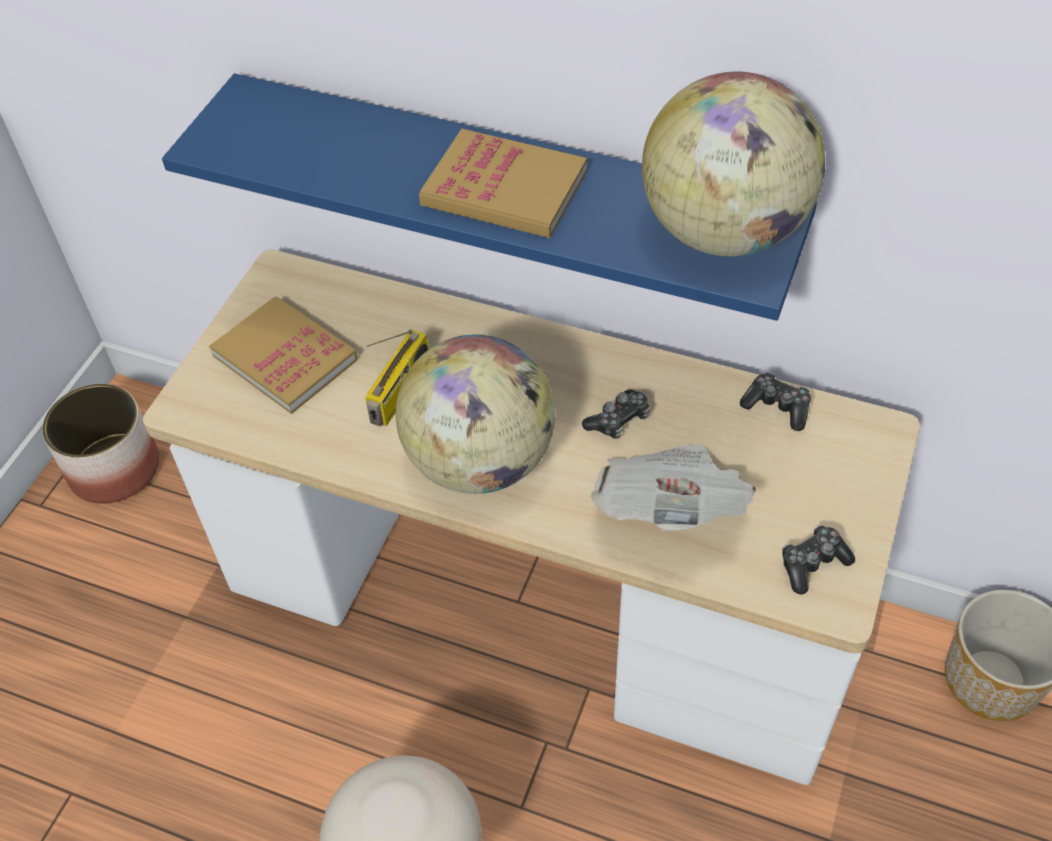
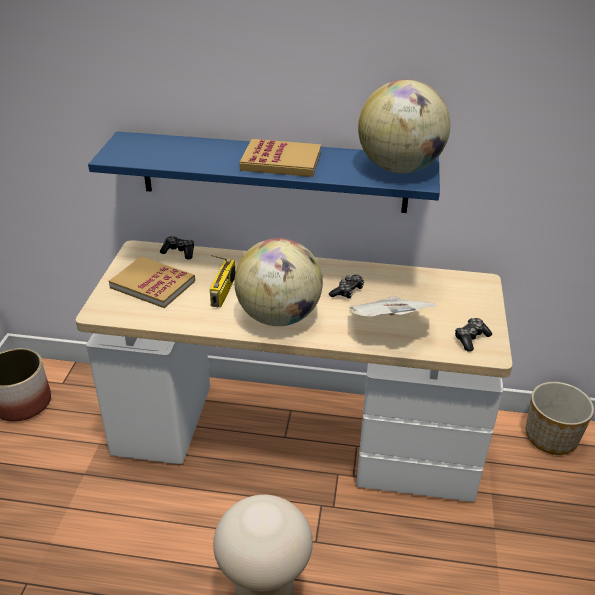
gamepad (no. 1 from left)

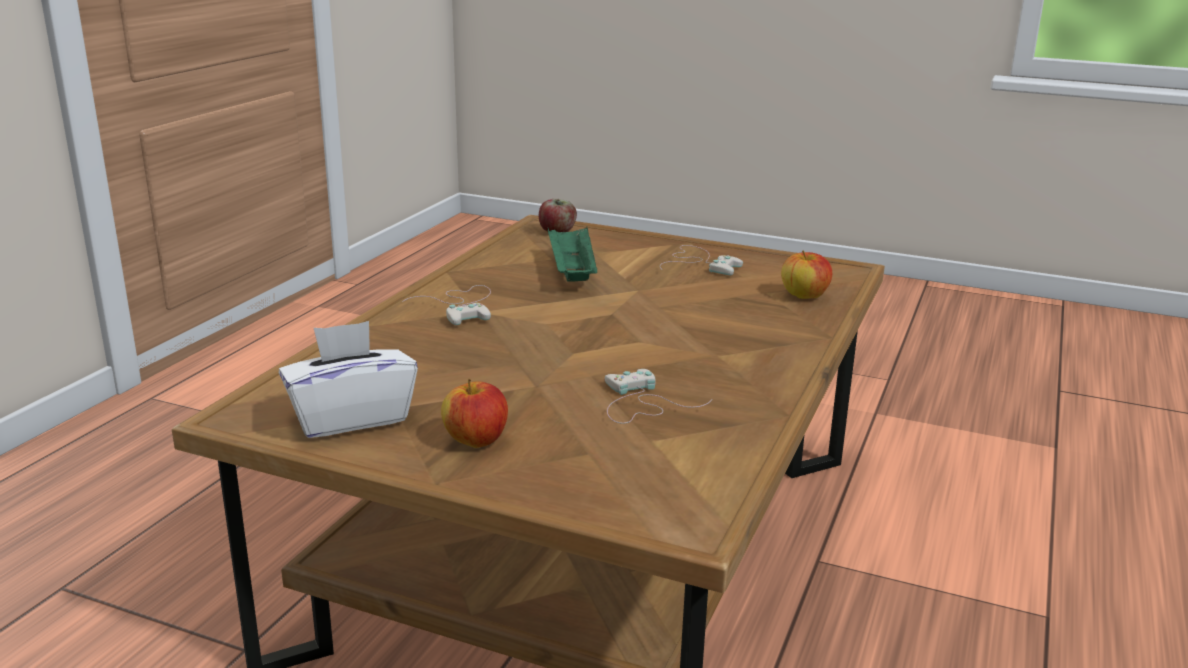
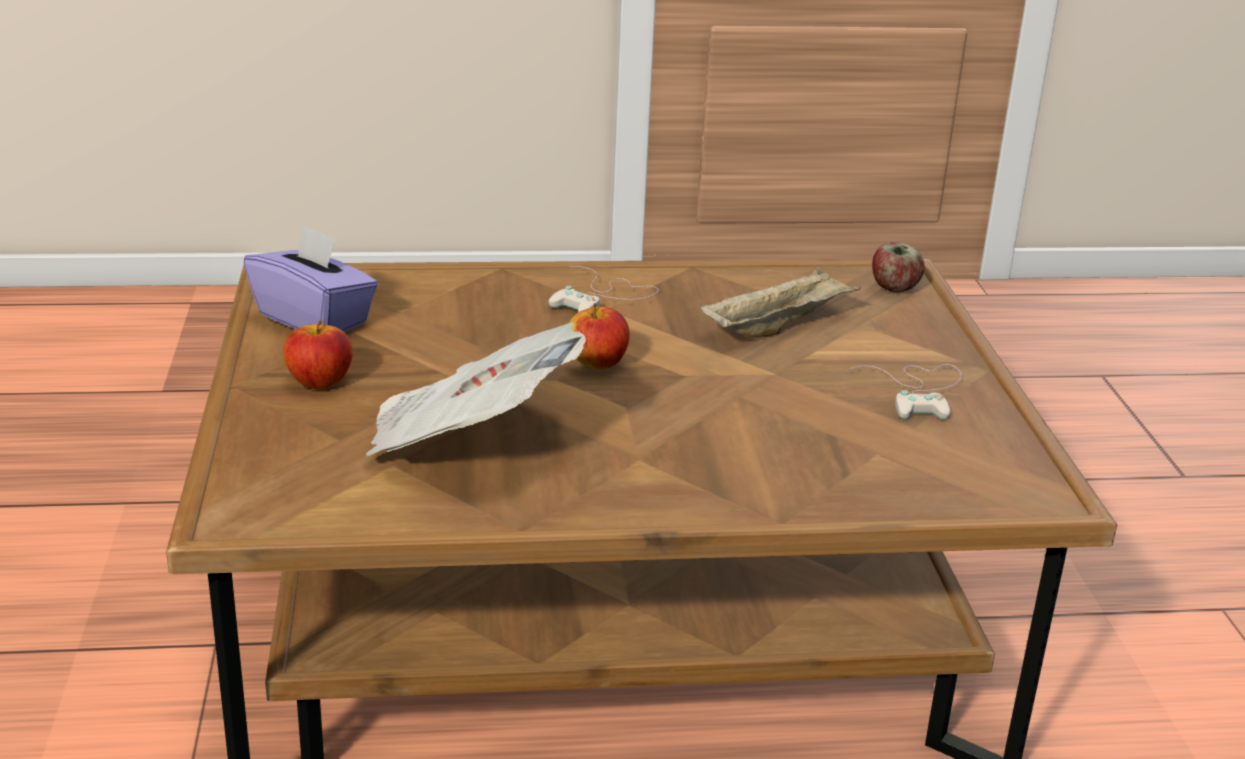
purple-coloured tissue box
newspaper
whole apple (no. 2 from left)
sand-coloured carrying tray

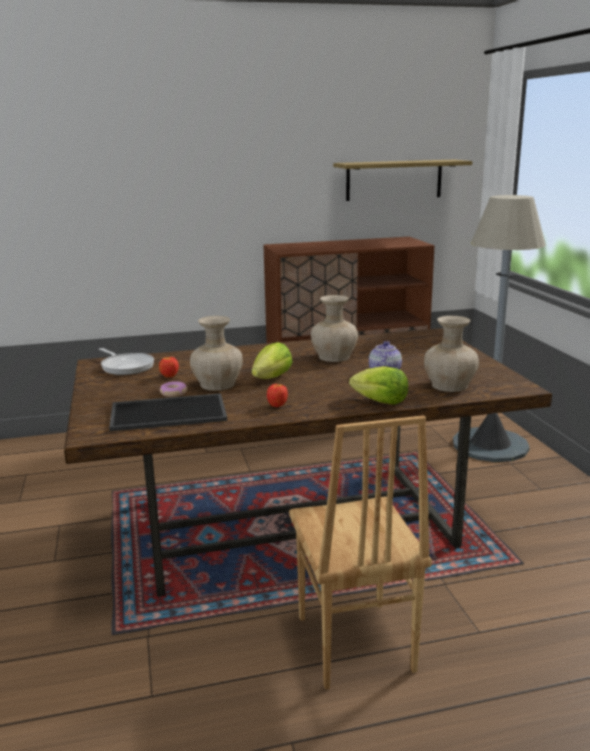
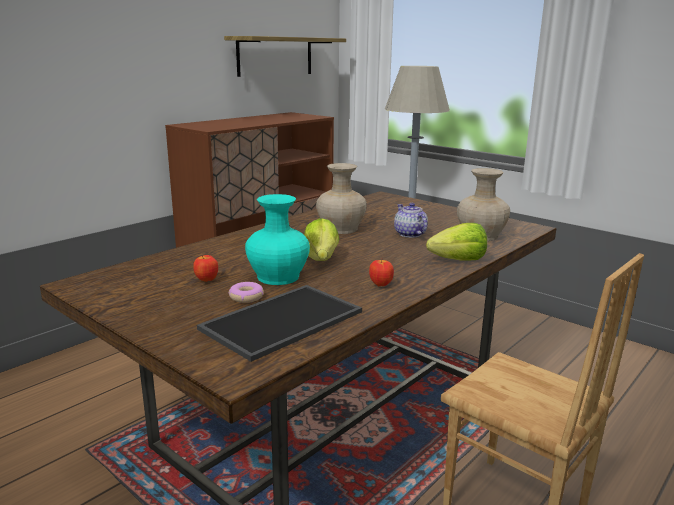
blue-green decorative vase
frying pan

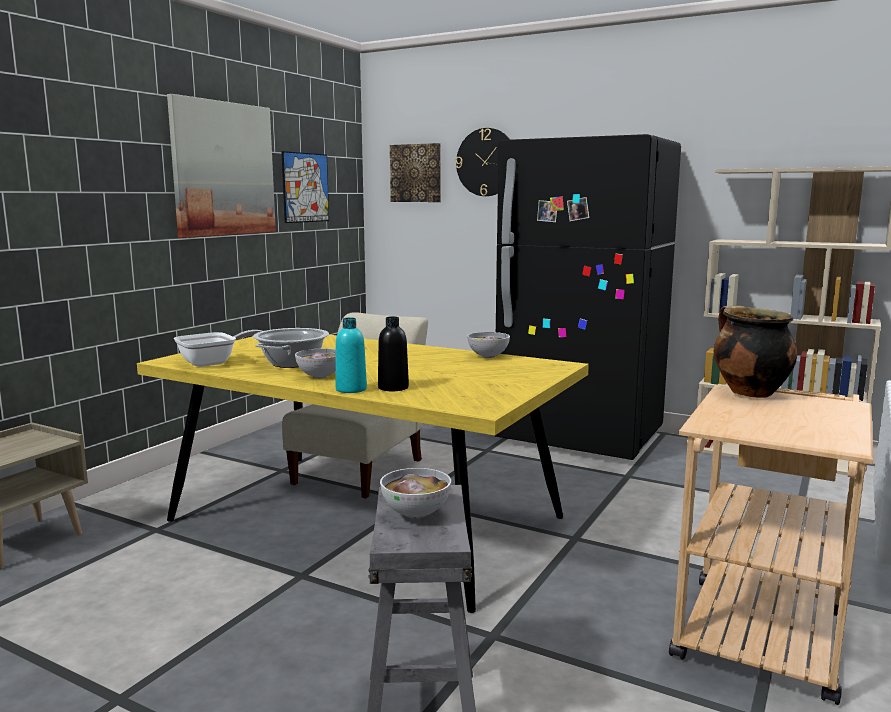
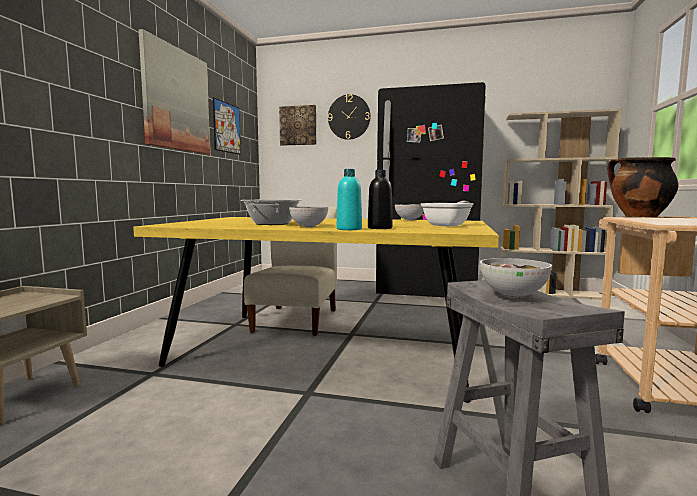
frying pan

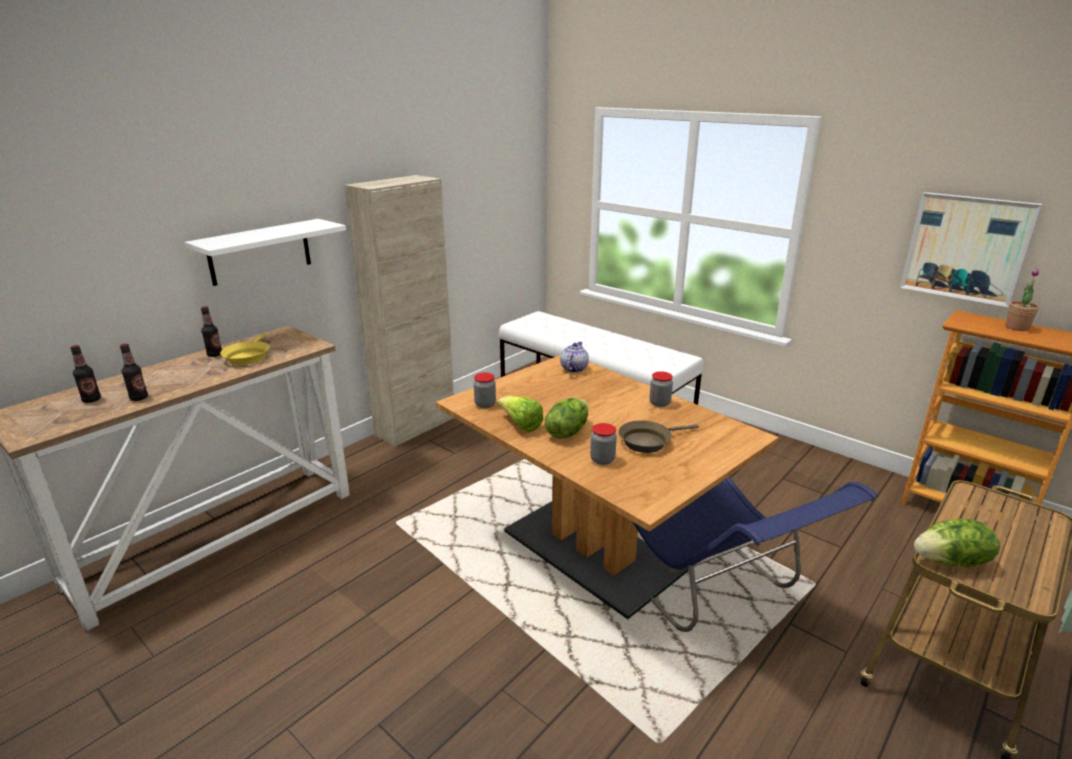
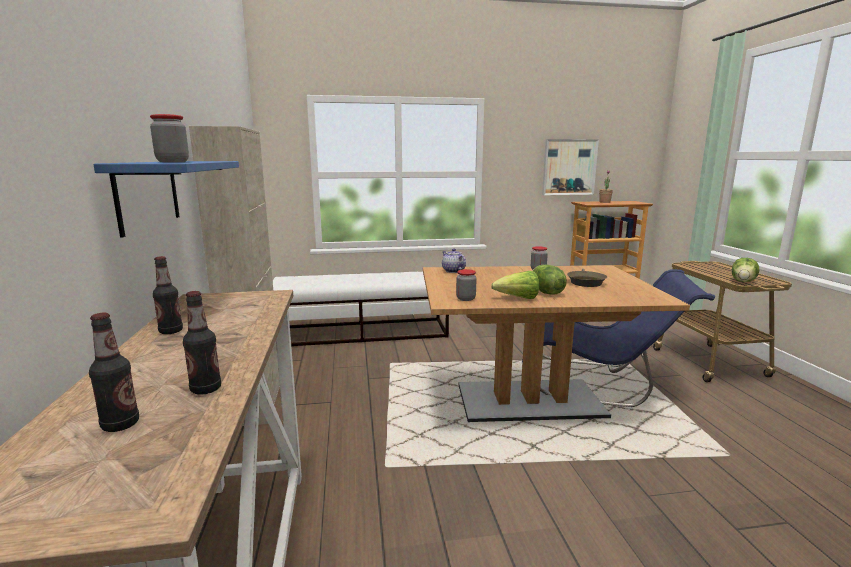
bluish shelf
jar (no. 1 from left)
yellow frying pan

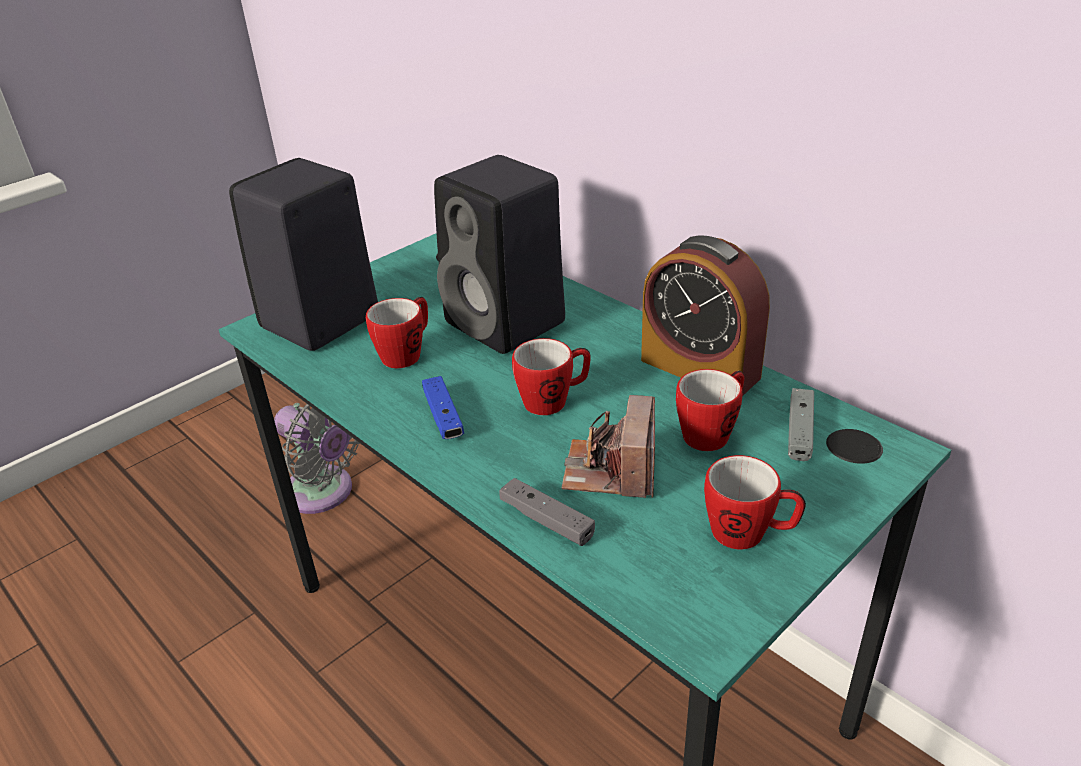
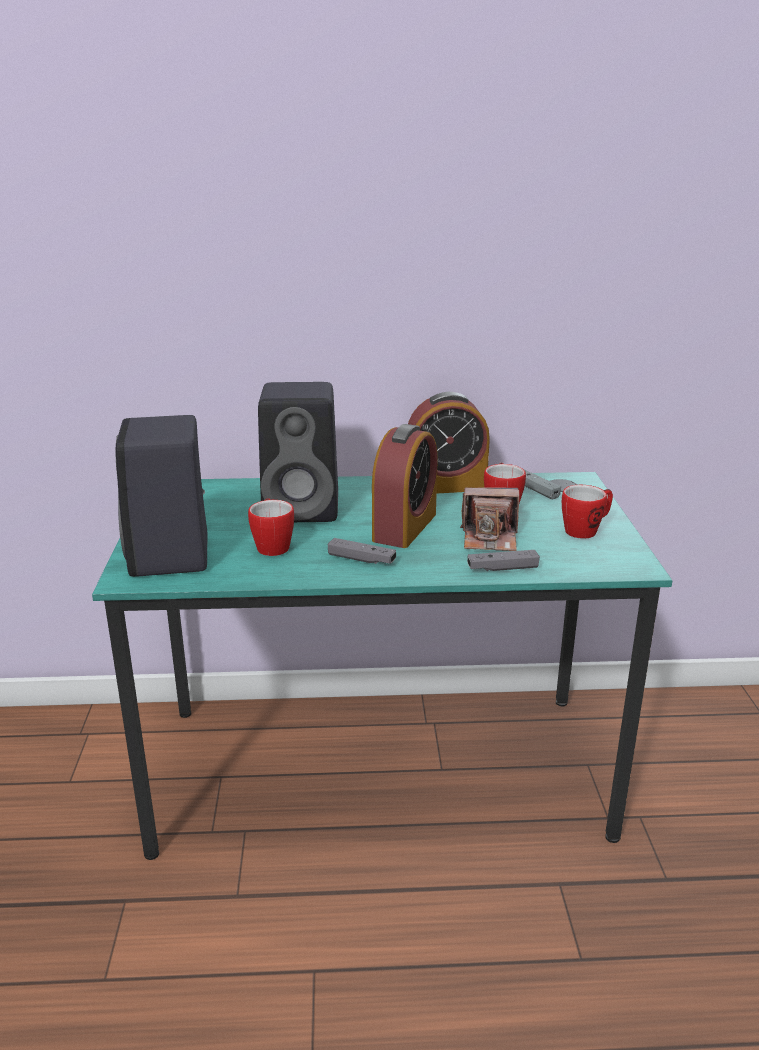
greyish gamepad (no. 1 from left)
alarm clock (no. 1 from left)
still camera
greyish cooling fan

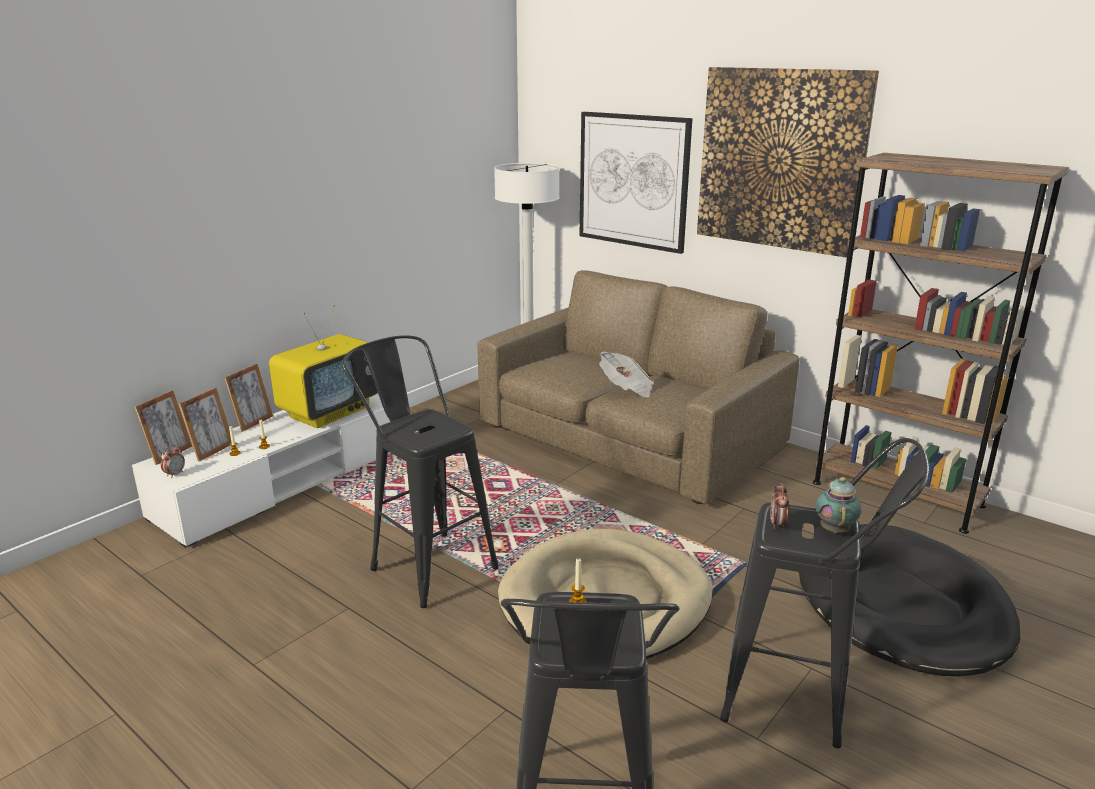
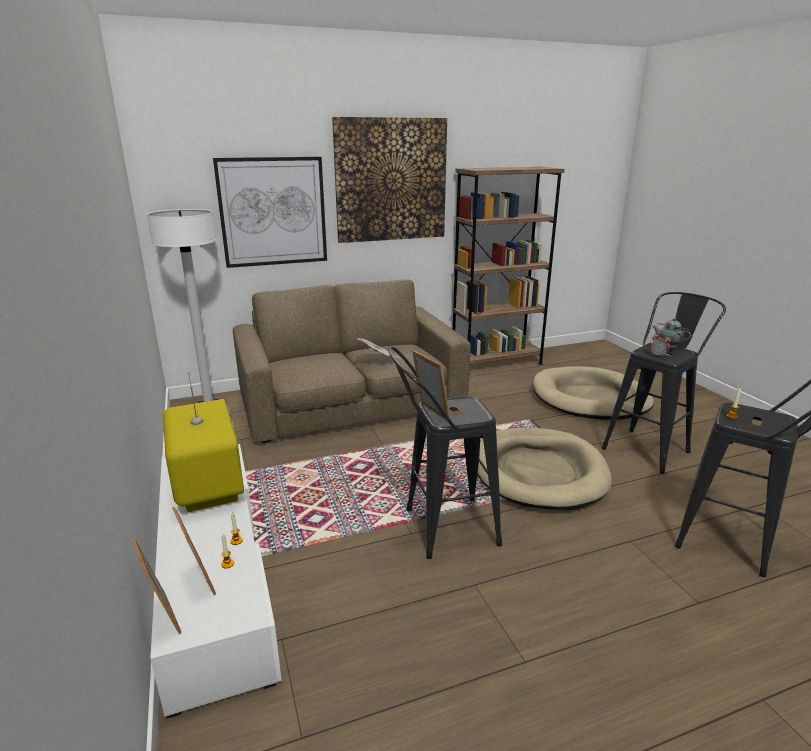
photo frame (no. 3 from left)
sand-coloured dog cushion (no. 2 from left)
alarm clock (no. 1 from left in the first image)

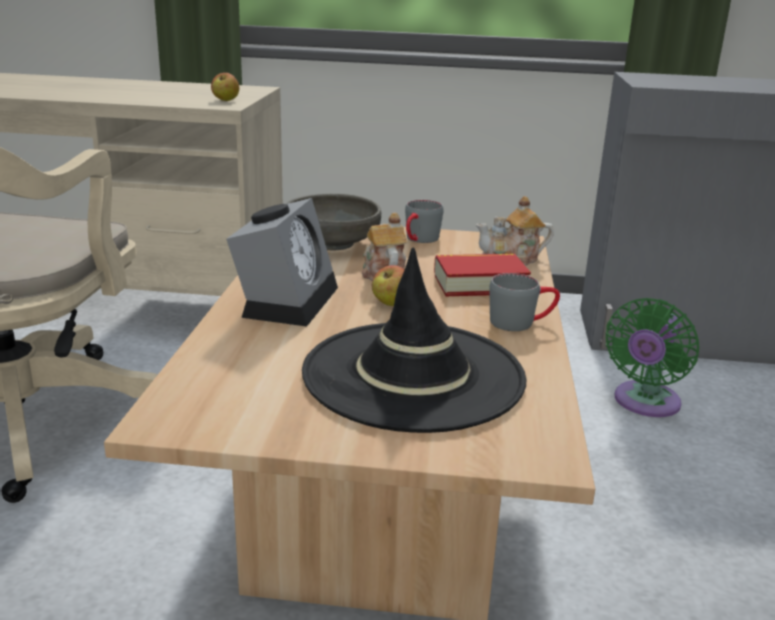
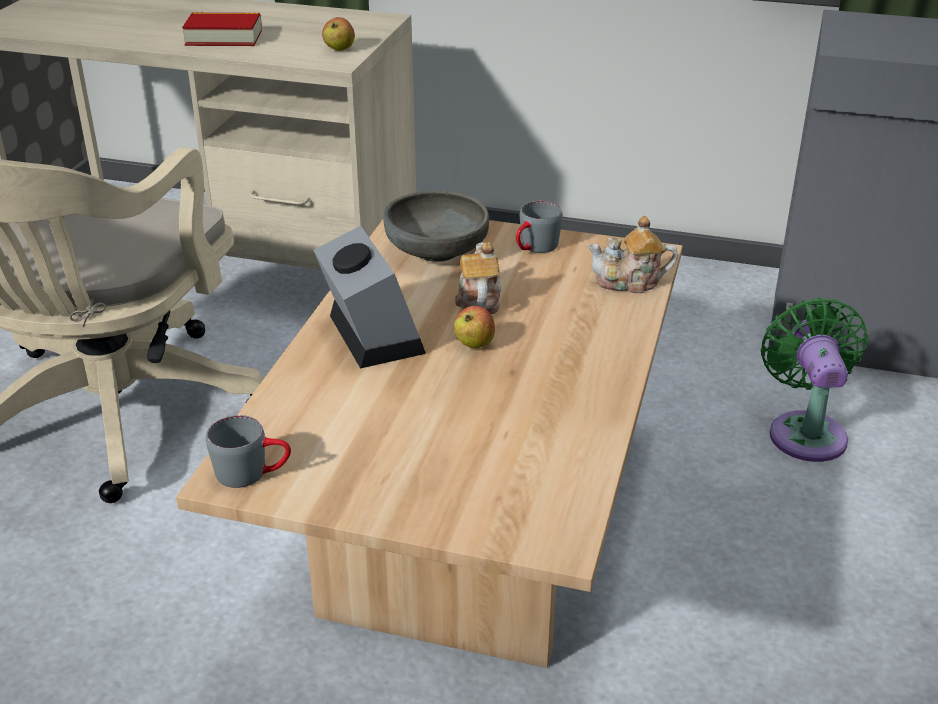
book
greyish coffee mug (no. 1 from left)
alarm clock
greenish cooling fan
black-coloured wearable hat

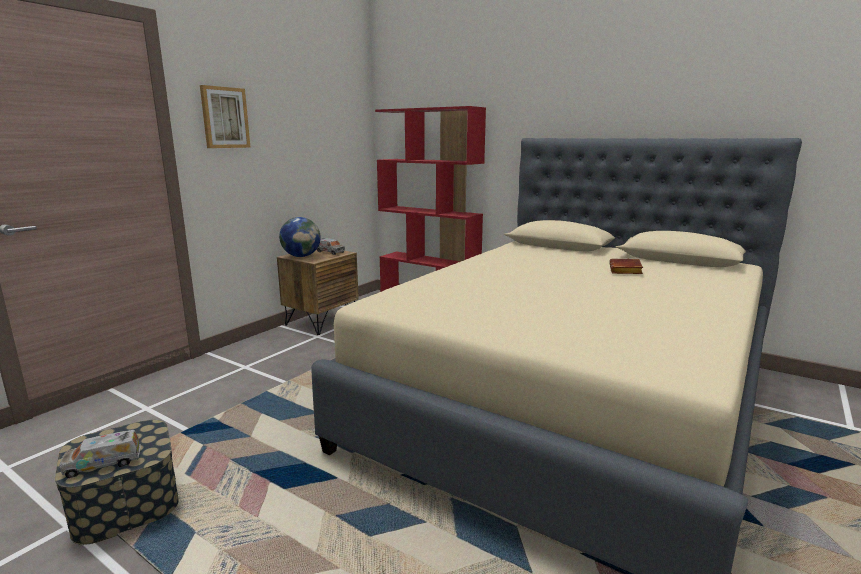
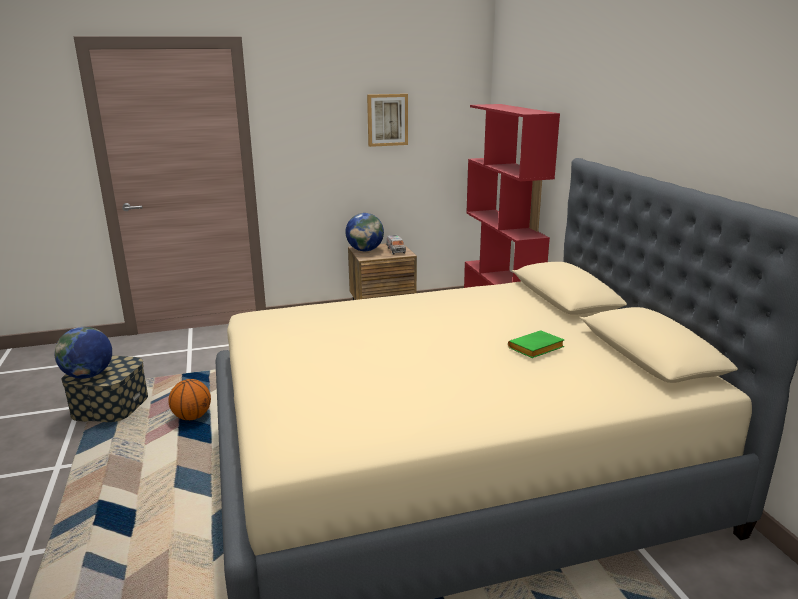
desk globe (no. 1 from left)
ball for basketball
wall picture
greenish book

